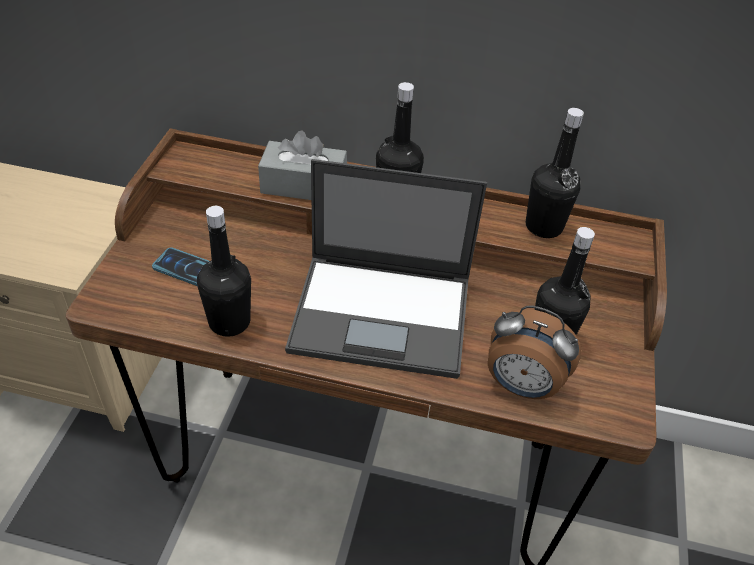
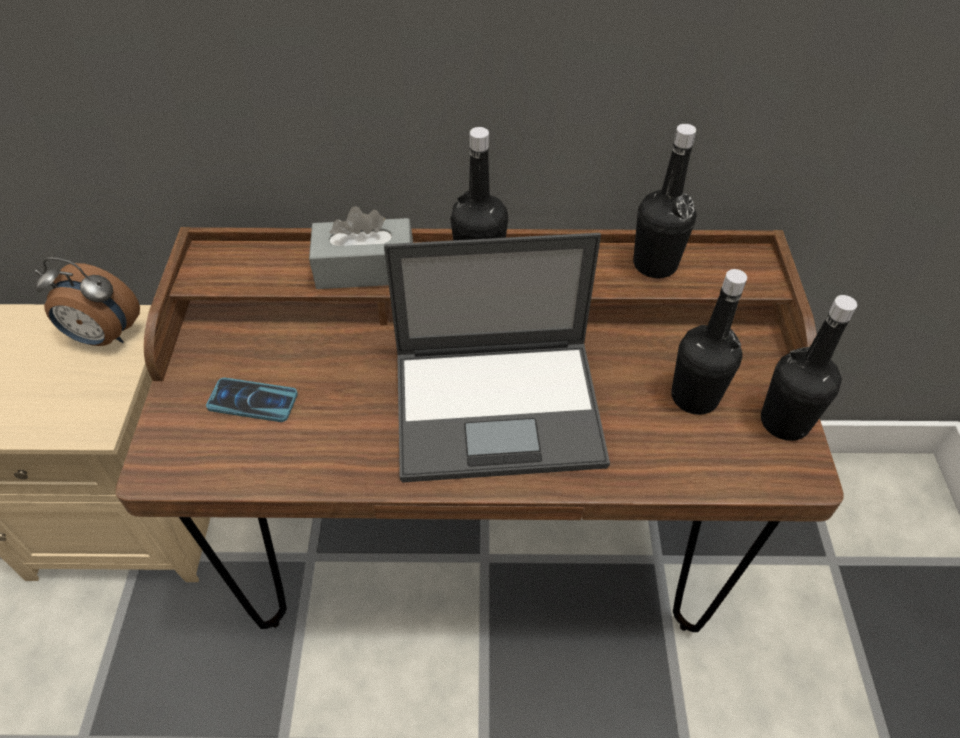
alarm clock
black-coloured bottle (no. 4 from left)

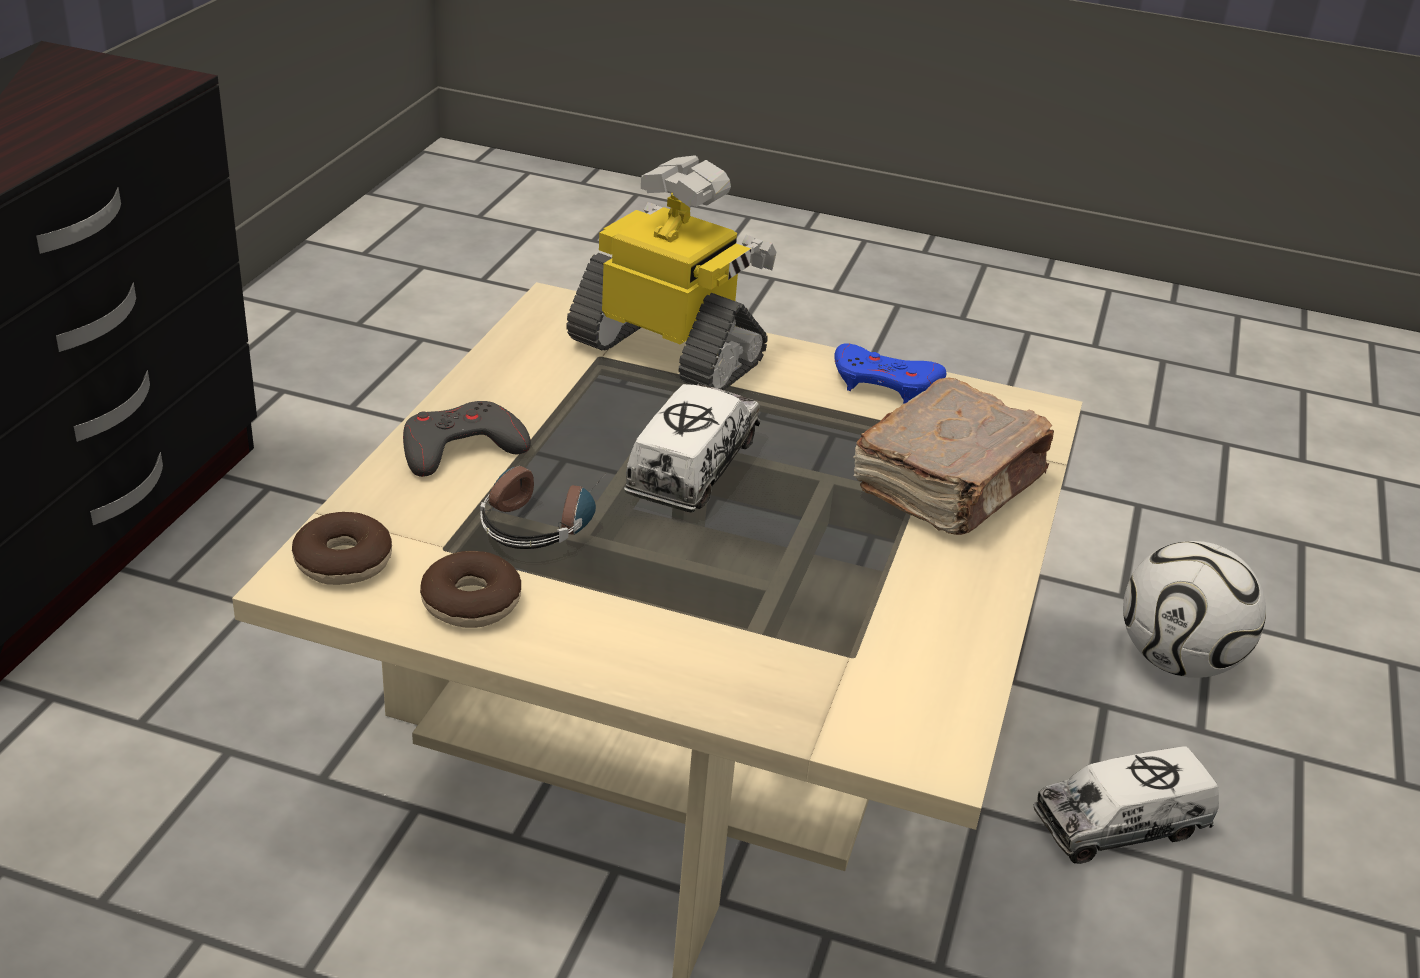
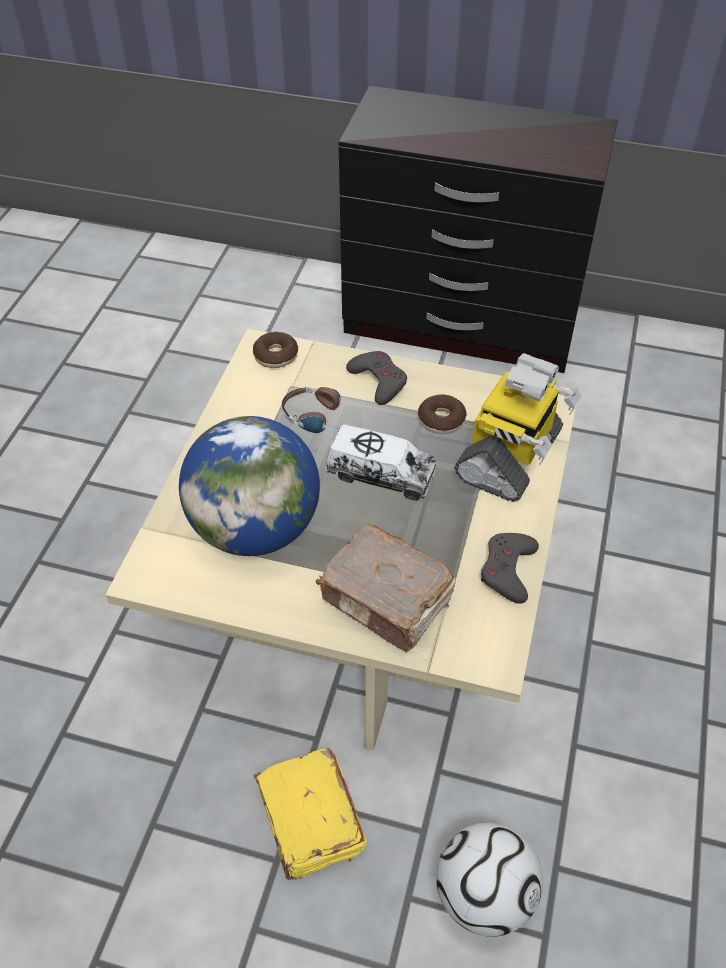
desk globe
yellow book
donut (no. 2 from left)
greyish gamepad (no. 2 from left)

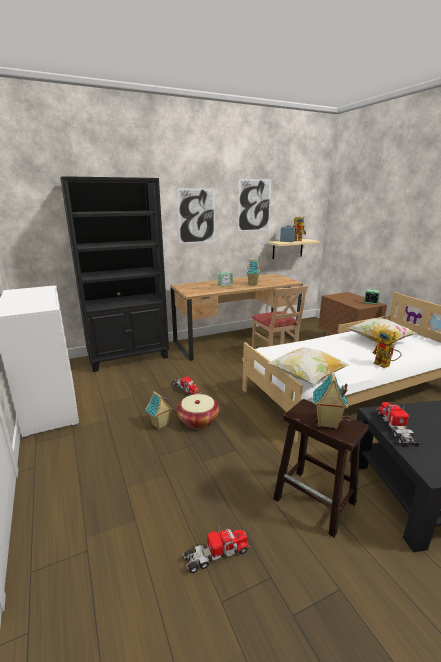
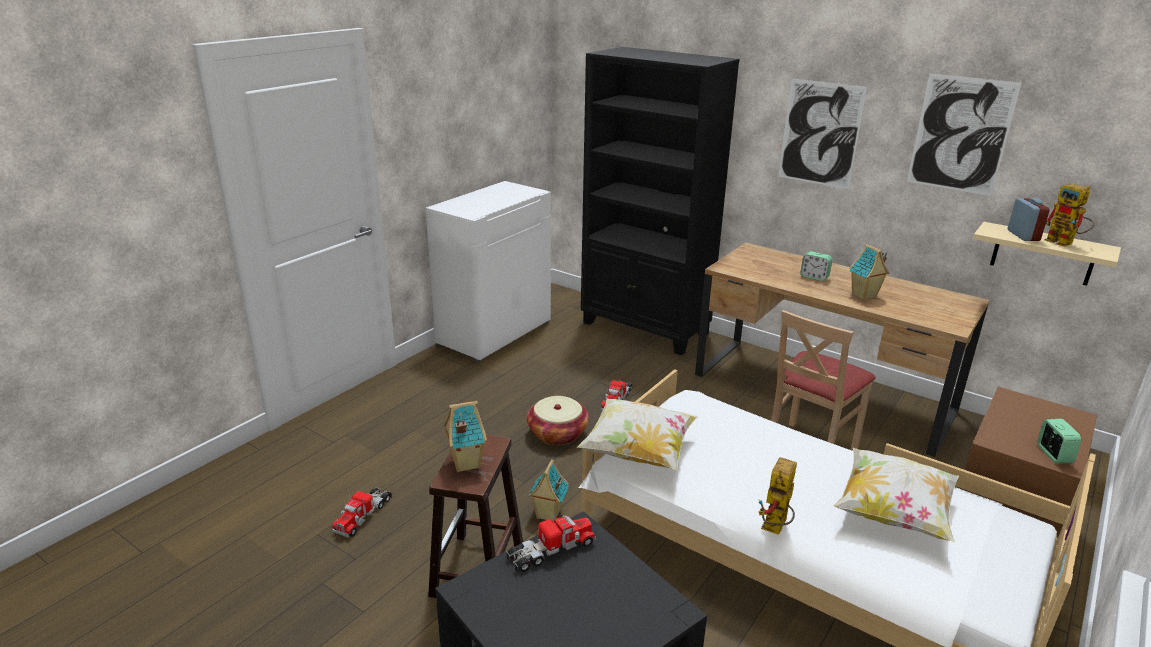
toy lorry (no. 1 from left)
toy house (no. 2 from left)

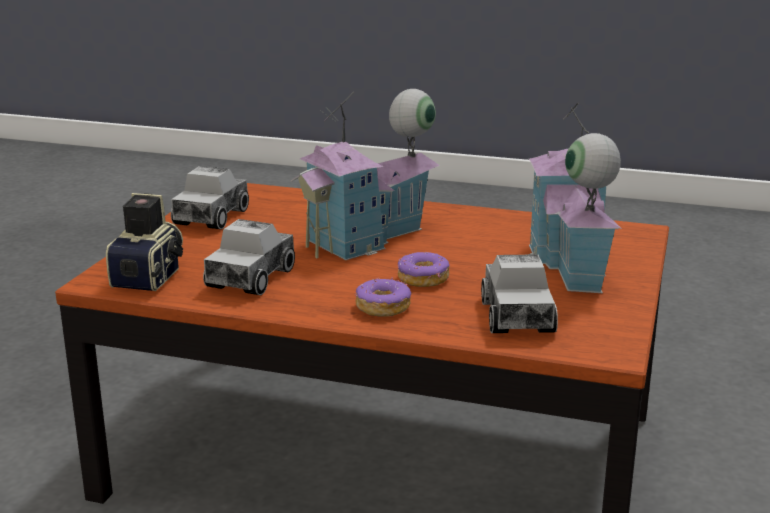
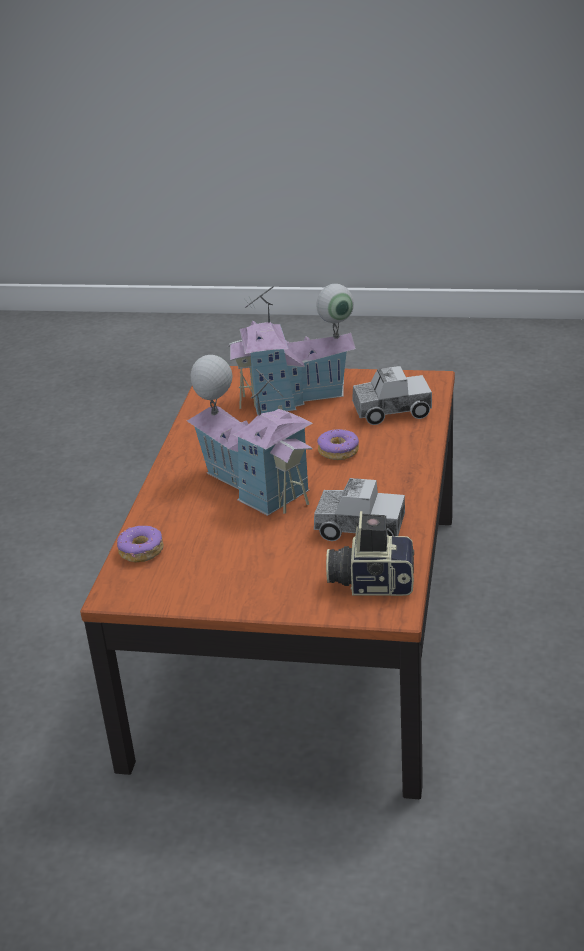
donut (no. 1 from left)
toy lorry (no. 1 from left in the first image)

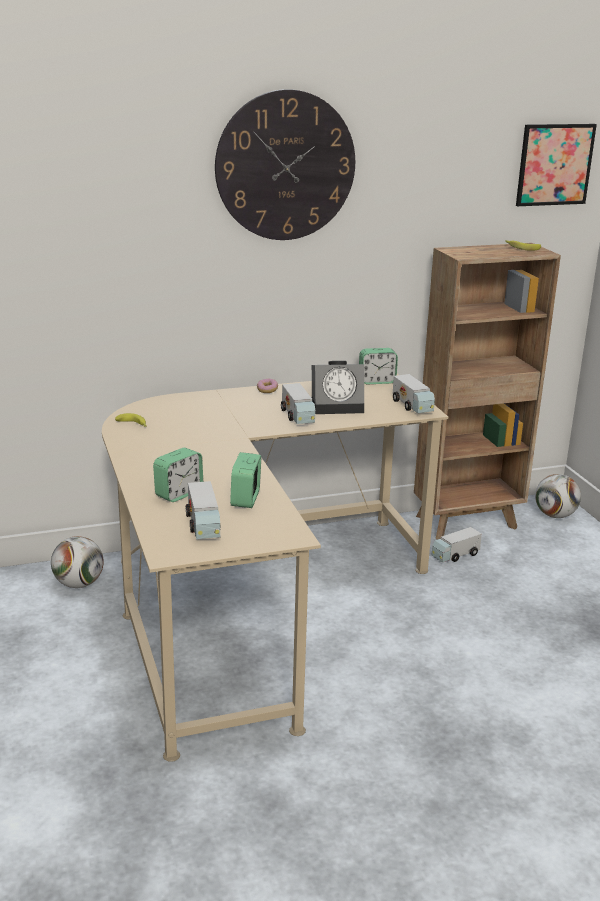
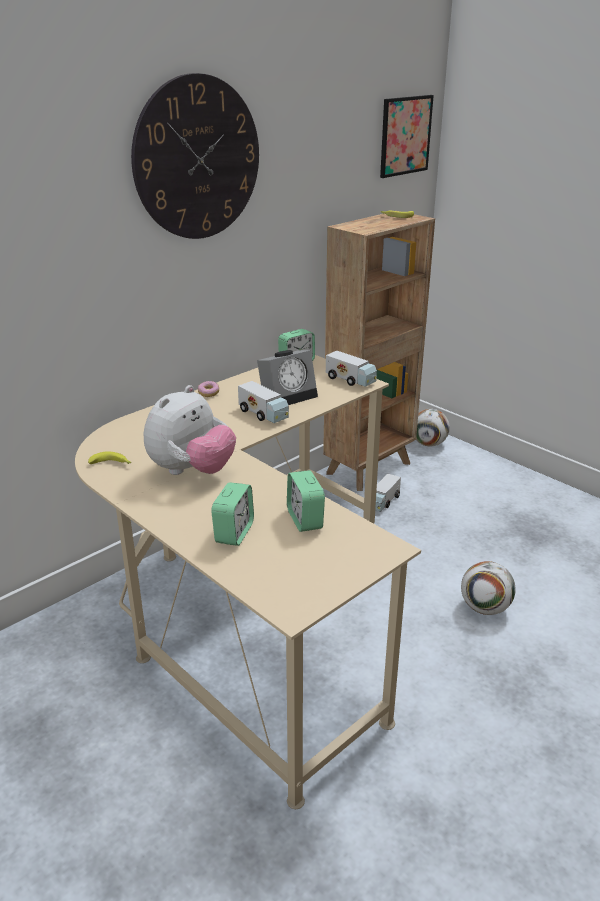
soft toy
football ball (no. 2 from left)
toy lorry (no. 1 from left in the first image)

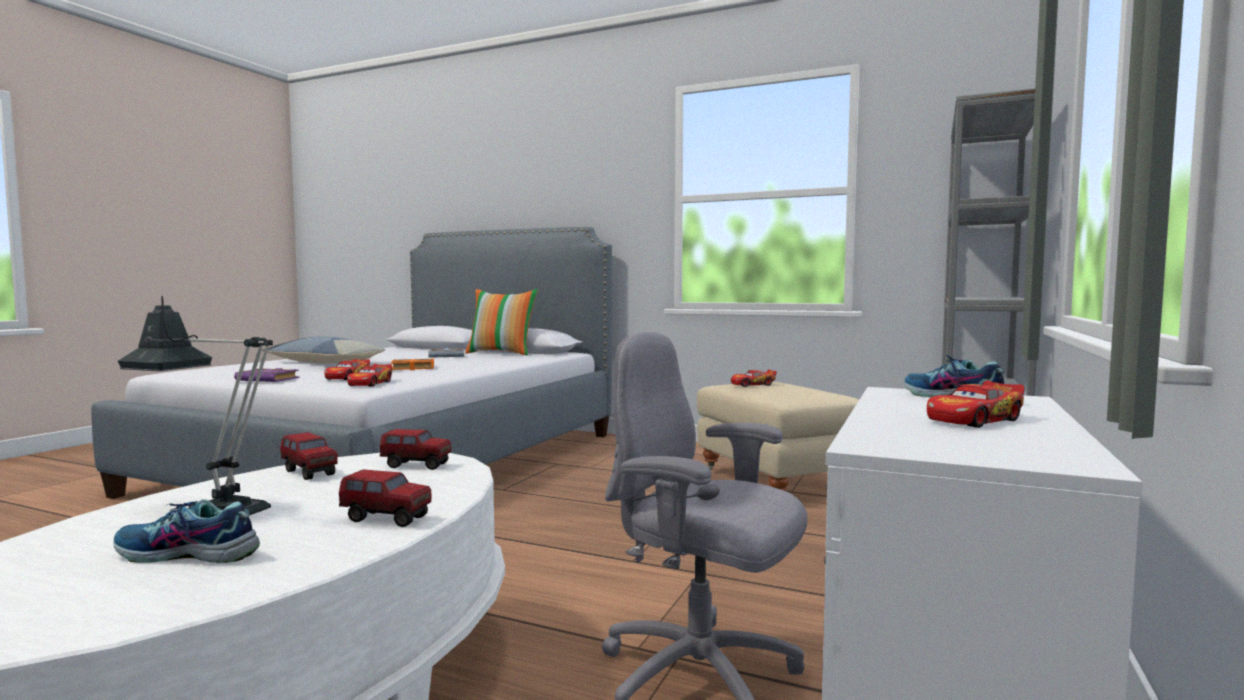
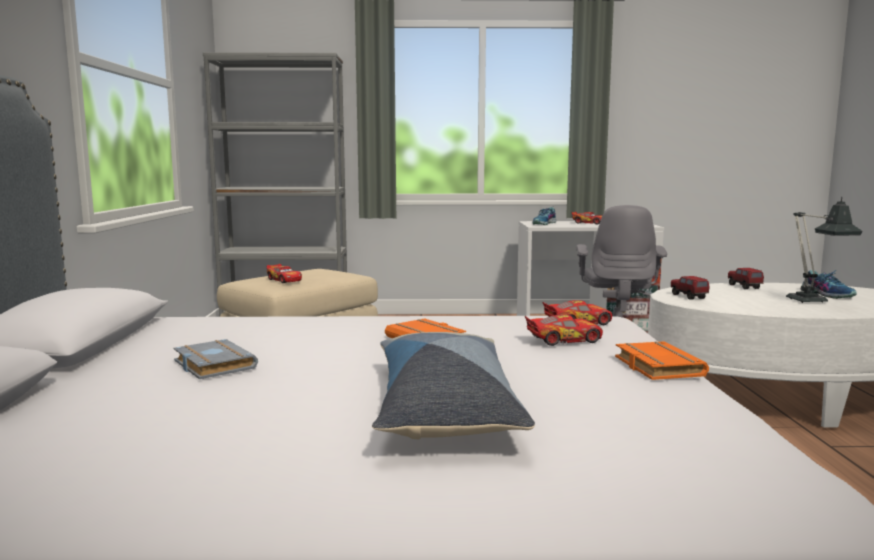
orangey book (no. 2 from left)
toy lorry (no. 1 from left in the first image)
throw pillow (no. 2 from left in the first image)

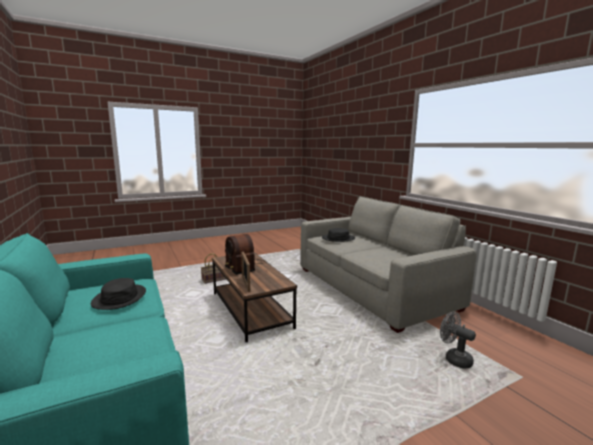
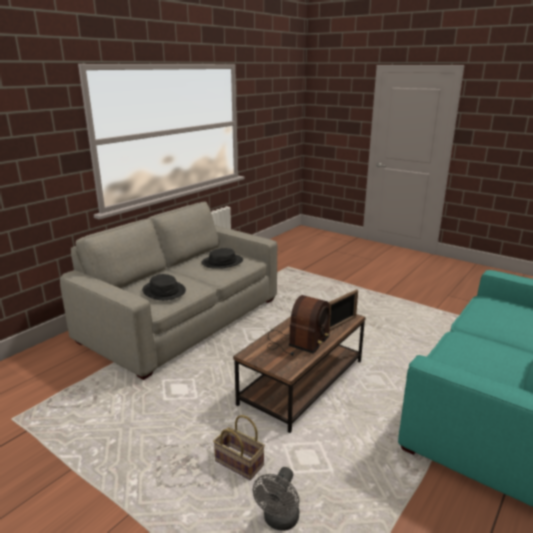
black-coloured wearable hat (no. 2 from left)
greyish cooling fan

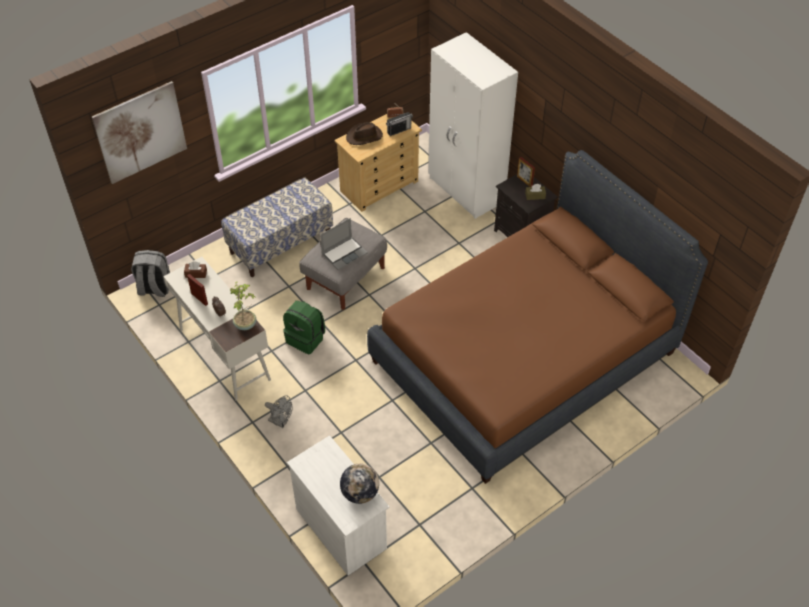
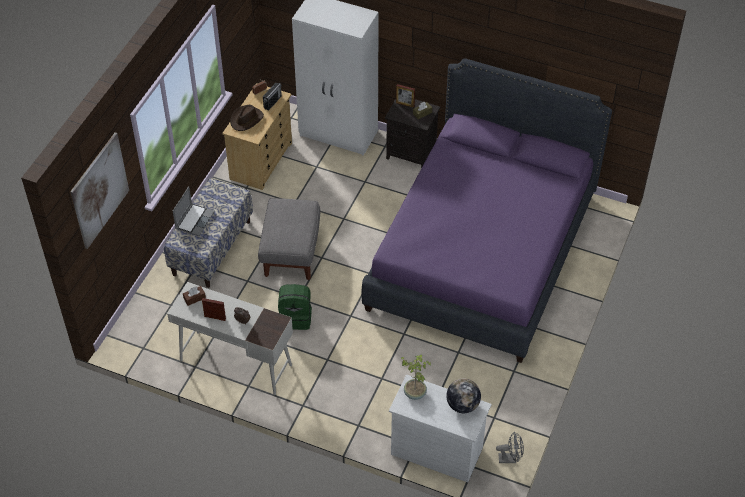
notebook computer
purple-coloured bed
plant in a pot
greyish cooling fan
greyish knapsack

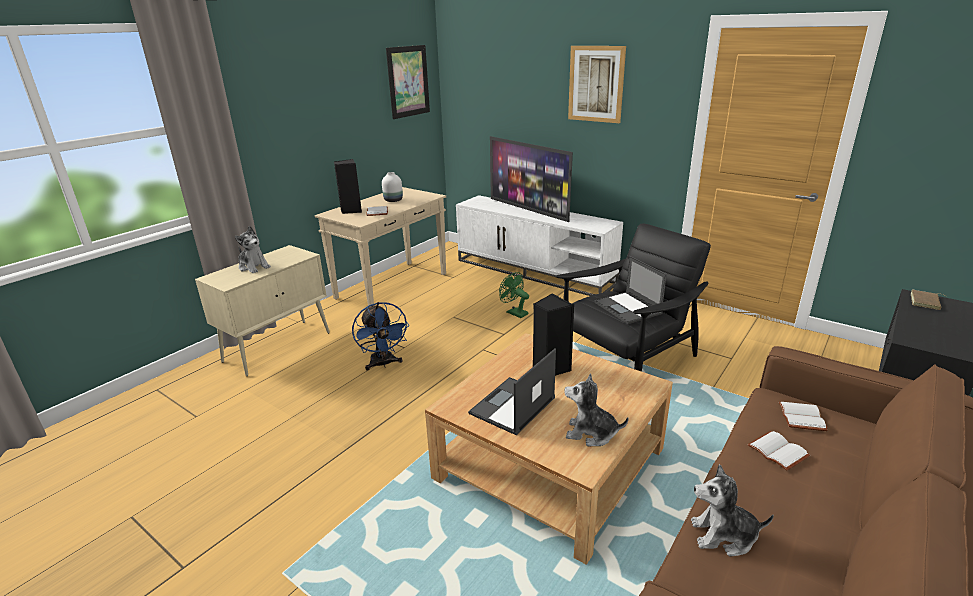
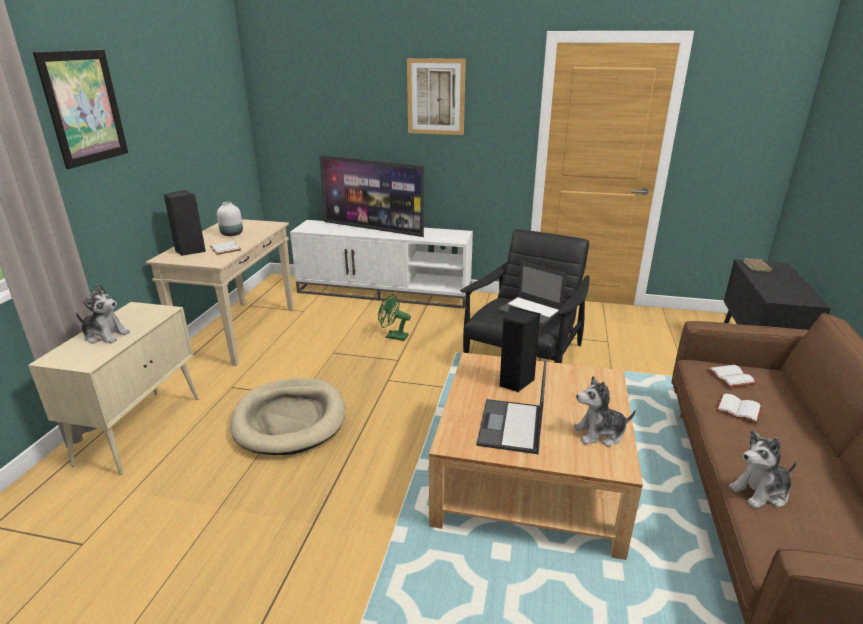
wall picture (no. 1 from left)
sand-coloured dog cushion

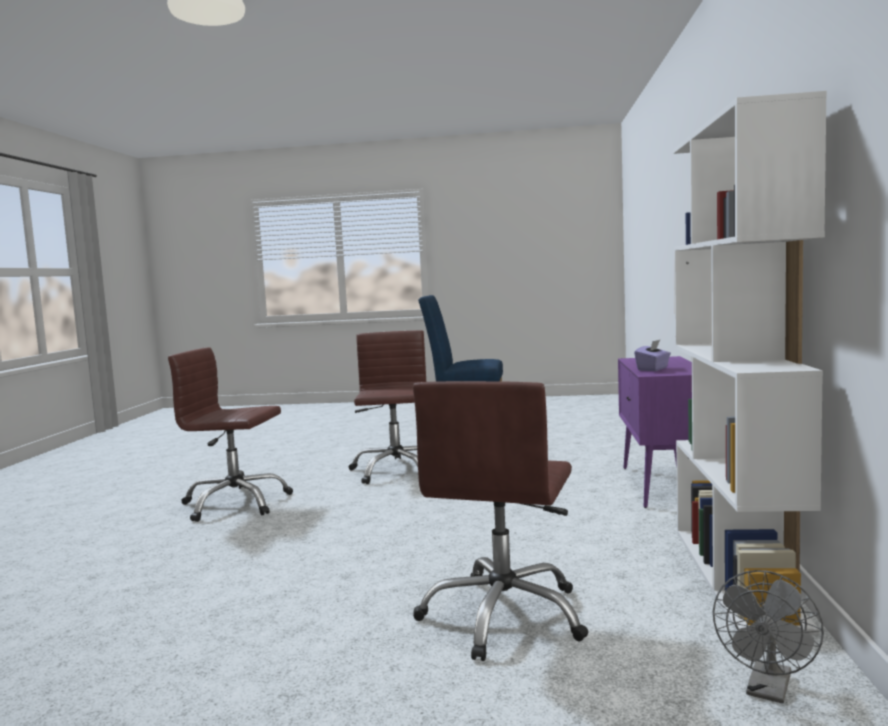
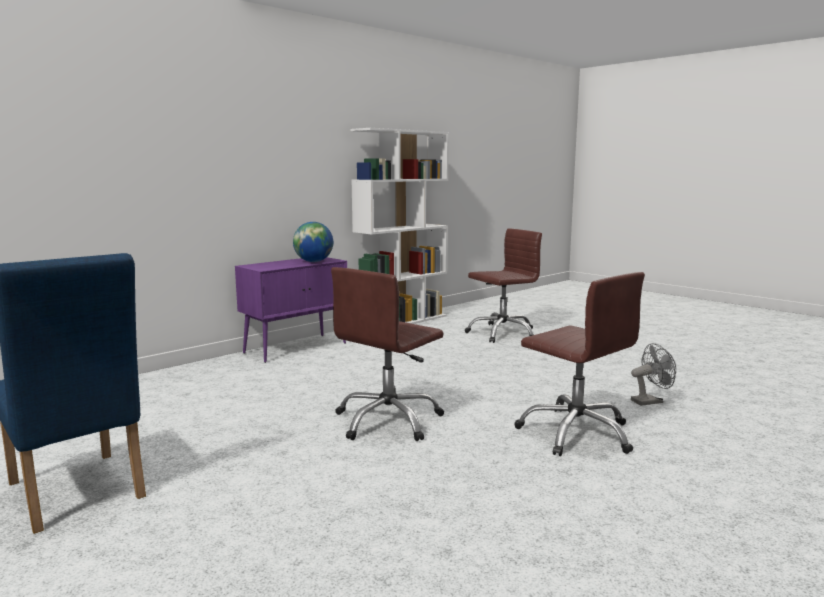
desk globe
greyish cooling fan

